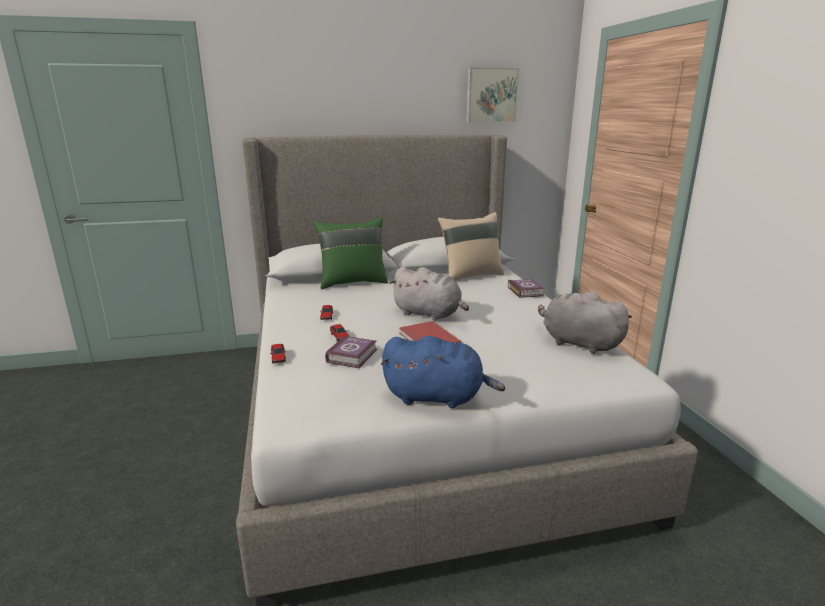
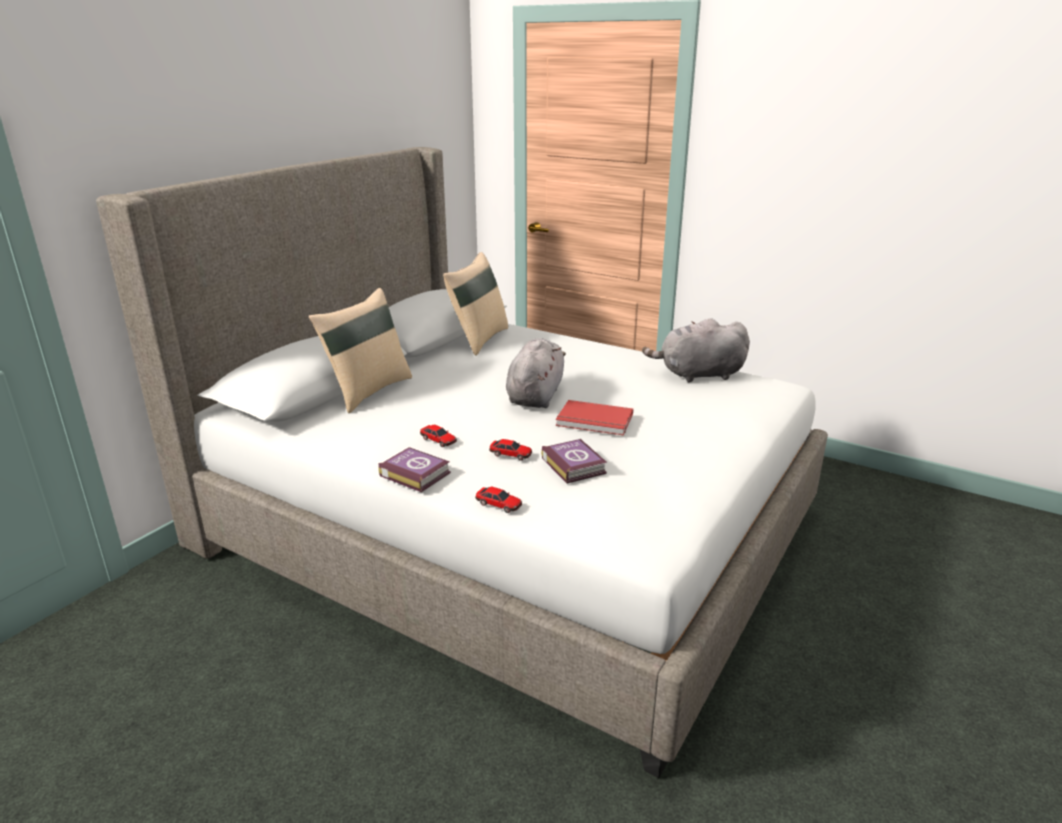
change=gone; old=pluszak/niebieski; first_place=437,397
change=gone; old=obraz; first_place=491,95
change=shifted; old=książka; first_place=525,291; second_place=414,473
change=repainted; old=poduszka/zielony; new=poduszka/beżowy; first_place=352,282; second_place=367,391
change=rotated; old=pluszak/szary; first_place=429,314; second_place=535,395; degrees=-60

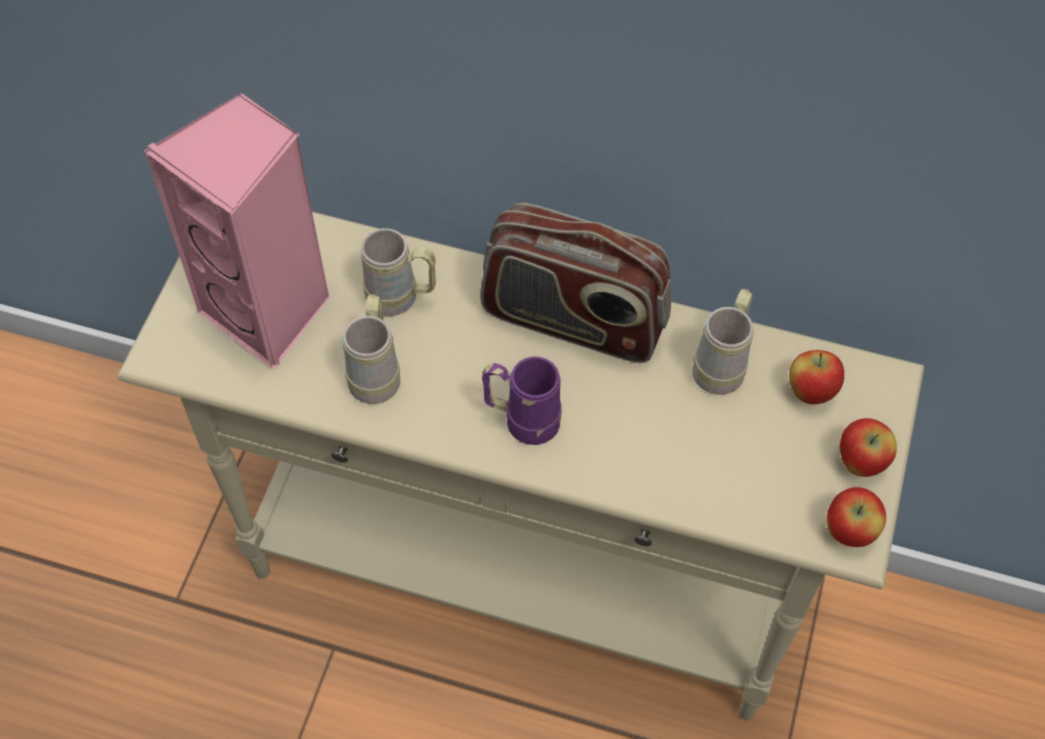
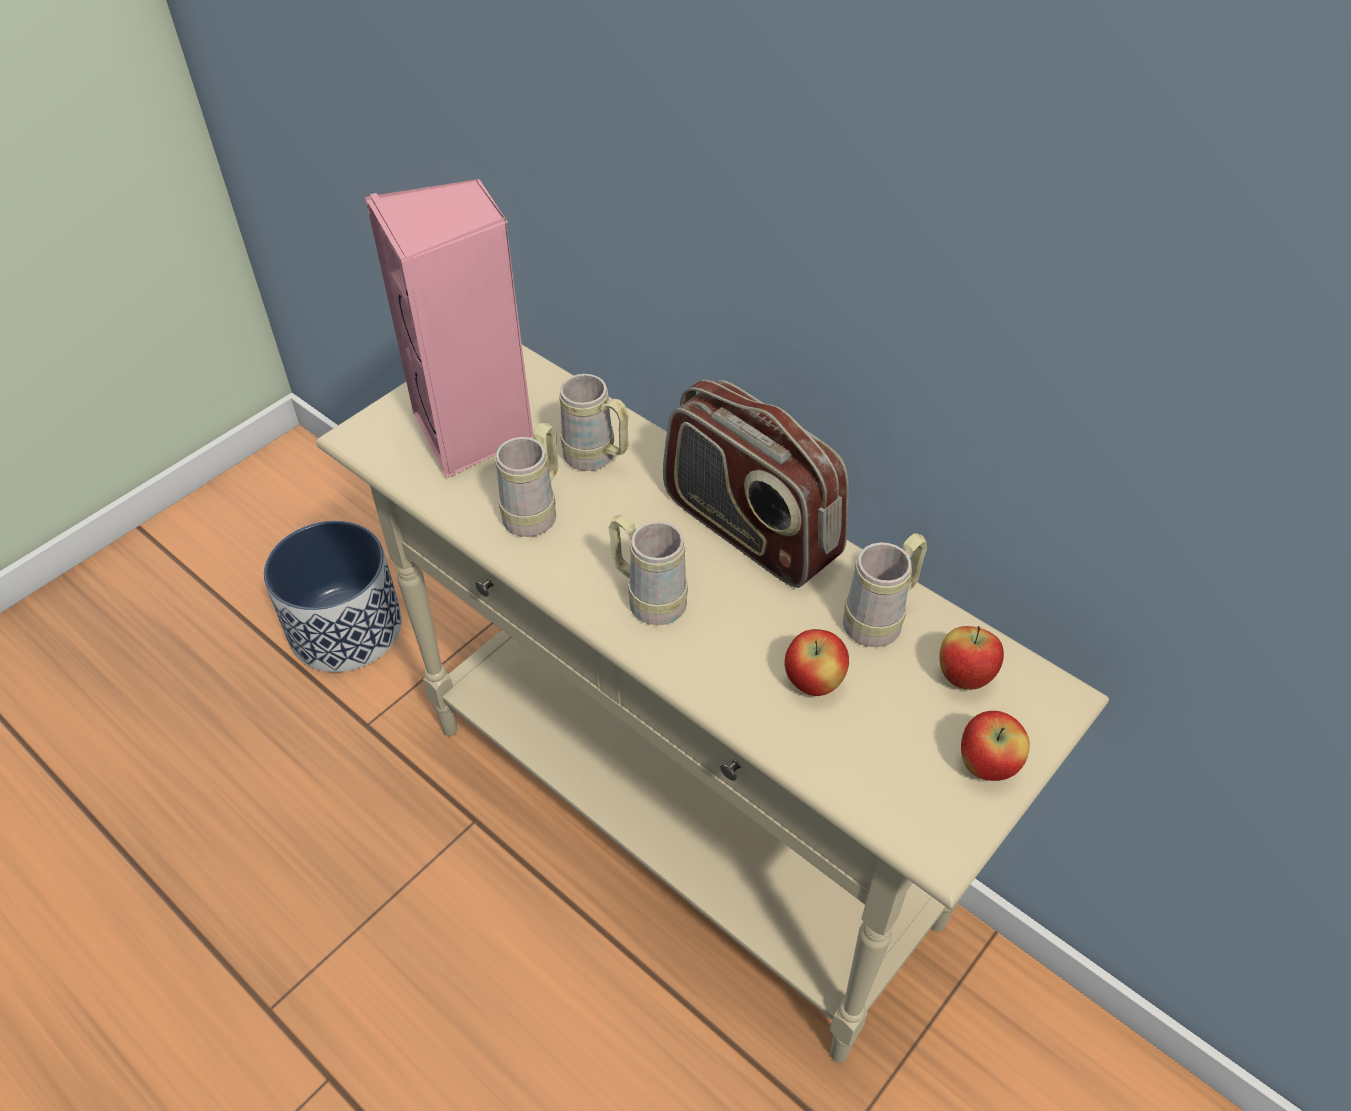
change=new; new=donica; second_place=345,628
change=shifted; old=jabłko; first_place=849,531; second_place=814,682
change=repainted; old=kubek/fioletowy; new=kubek/beżowy; first_place=522,419; second_place=648,598

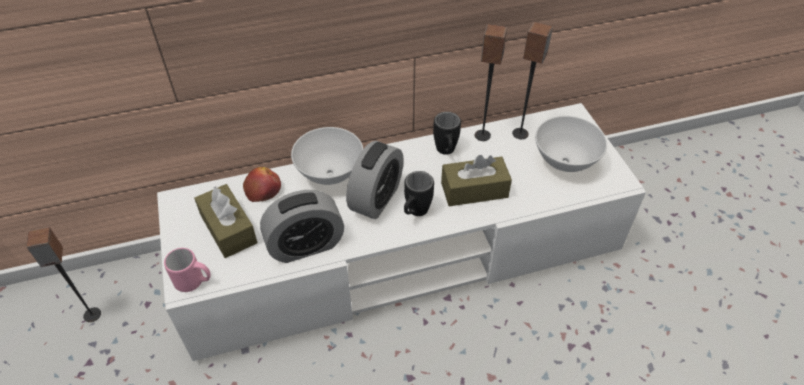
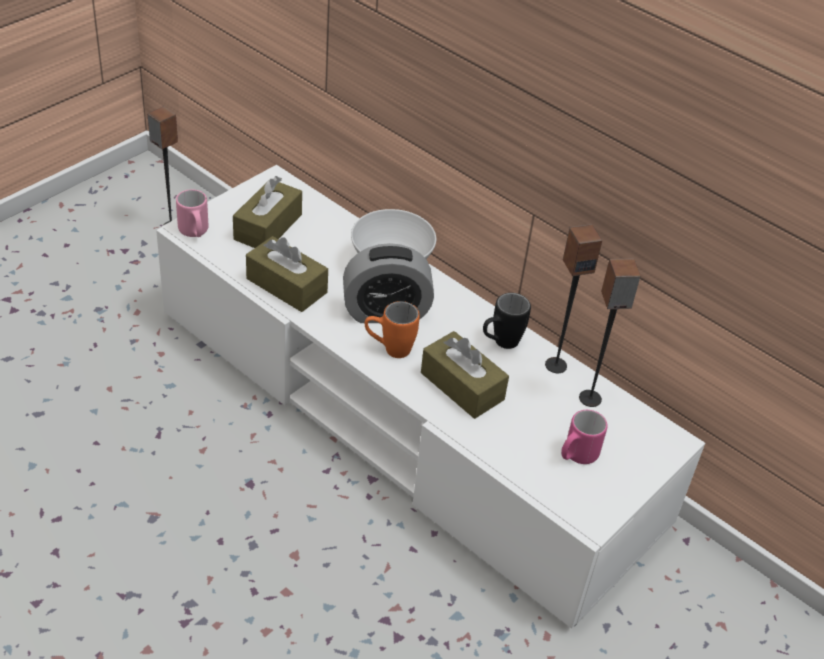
change=gone; old=jabłko; first_place=263,189
change=swapped; old=budzik; new=pudełko chusteczek/brązowy; first_place=305,245; second_place=286,285
change=swapped; old=miska/biały; new=kubek/różowy; first_place=565,163; second_place=576,455
change=repainted; old=kubek/czarny; new=kubek/pomarańczowy; first_place=415,213; second_place=389,349

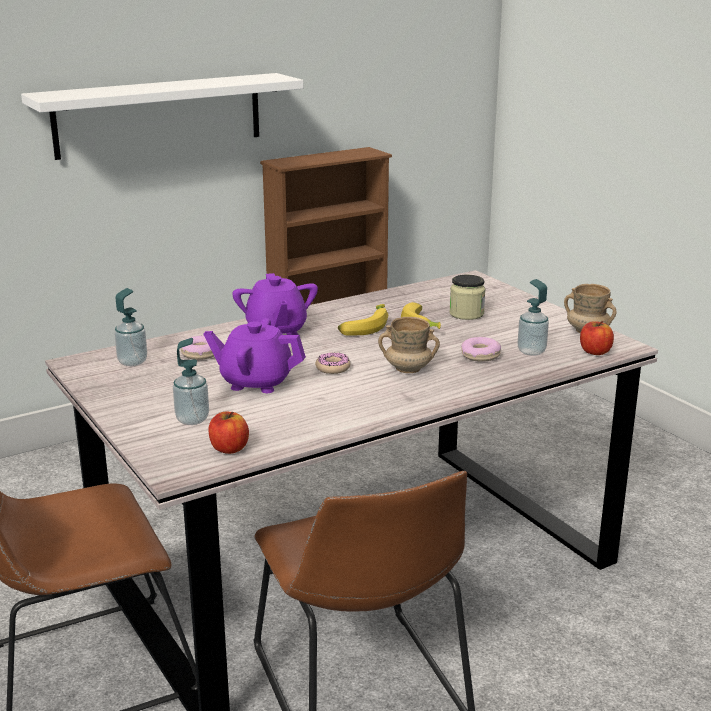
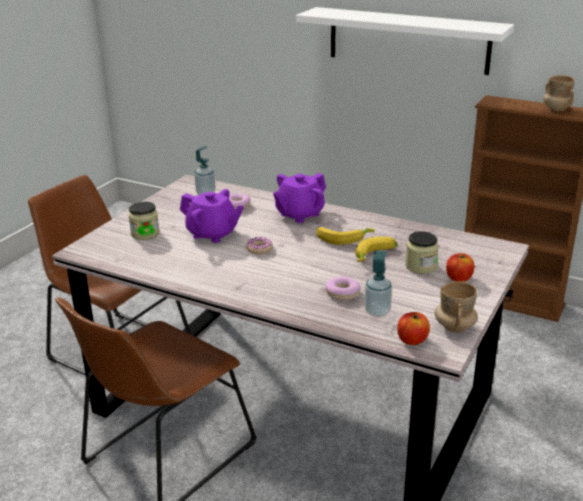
change=shifted; old=jabłko; first_place=229,448; second_place=458,278
change=shifted; old=kubek/beżowy; first_place=408,369; second_place=556,109
change=swapped; old=dozownik mydła; new=słoik; first_place=192,419; second_place=145,234
change=rotated; old=imbryk/fioletowy; first_place=256,382; second_place=212,234; degrees=135

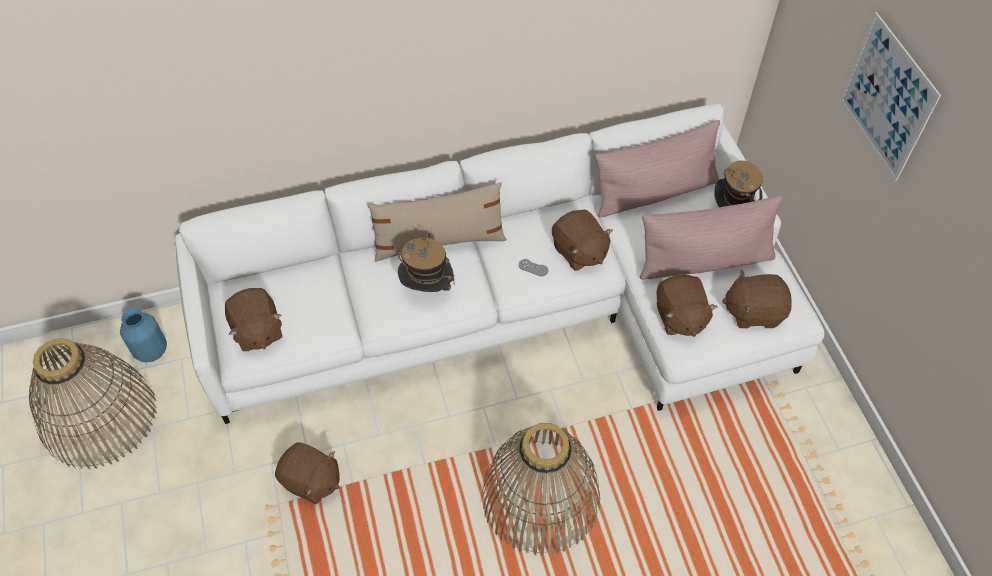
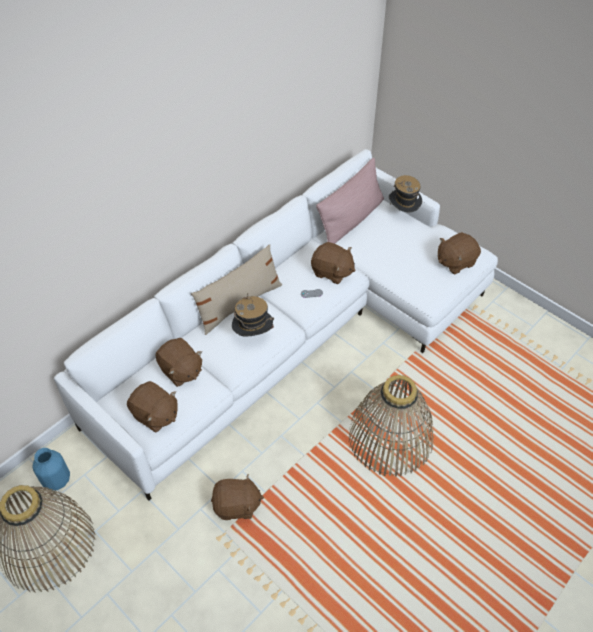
change=gone; old=poduszka/różowy; first_place=704,261
change=gone; old=obraz; first_place=887,97
change=shifted; old=pluszak/brązowy; first_place=679,317; second_place=181,371

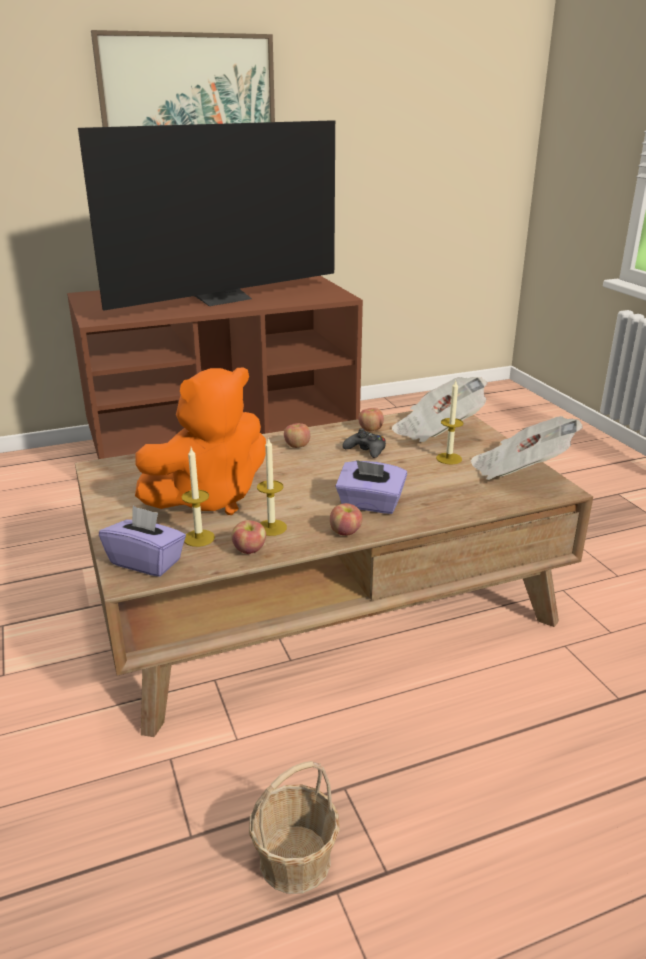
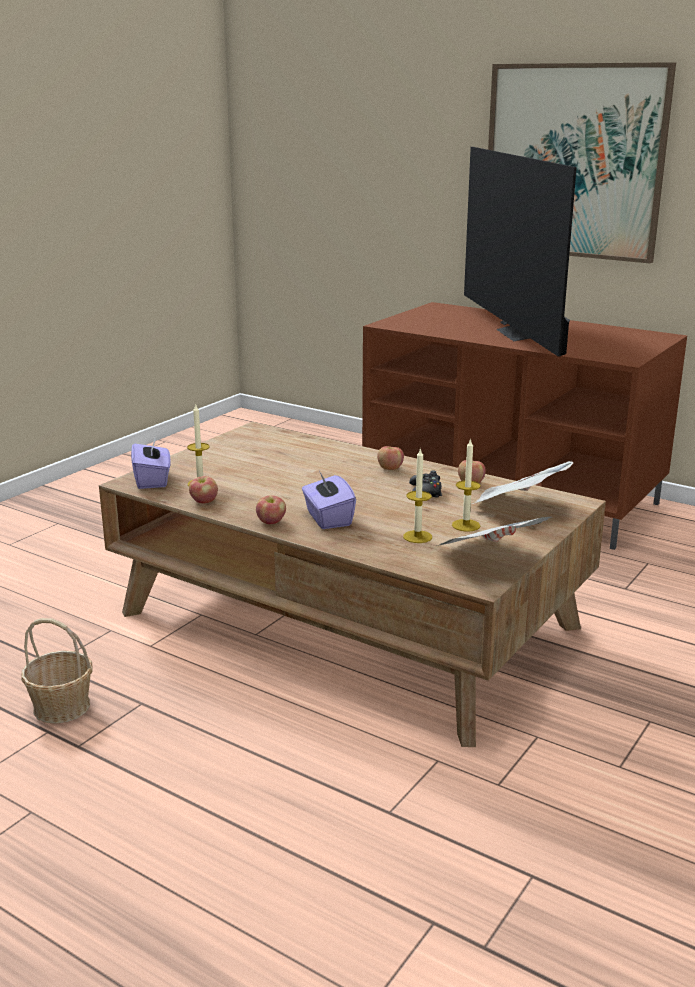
change=gone; old=pluszak/pomarańczowy; first_place=209,498
change=shifted; old=świeca; first_place=271,527; second_place=417,537
change=rotated; old=telewizor; first_place=223,299; second_place=521,334; degrees=60

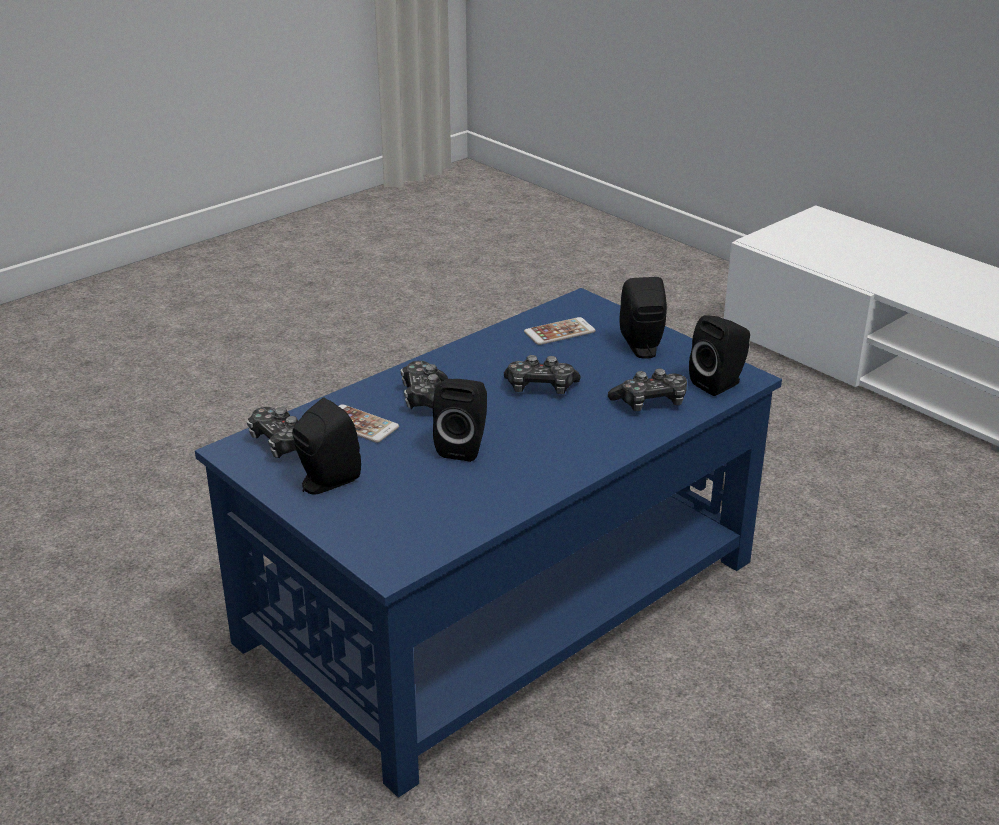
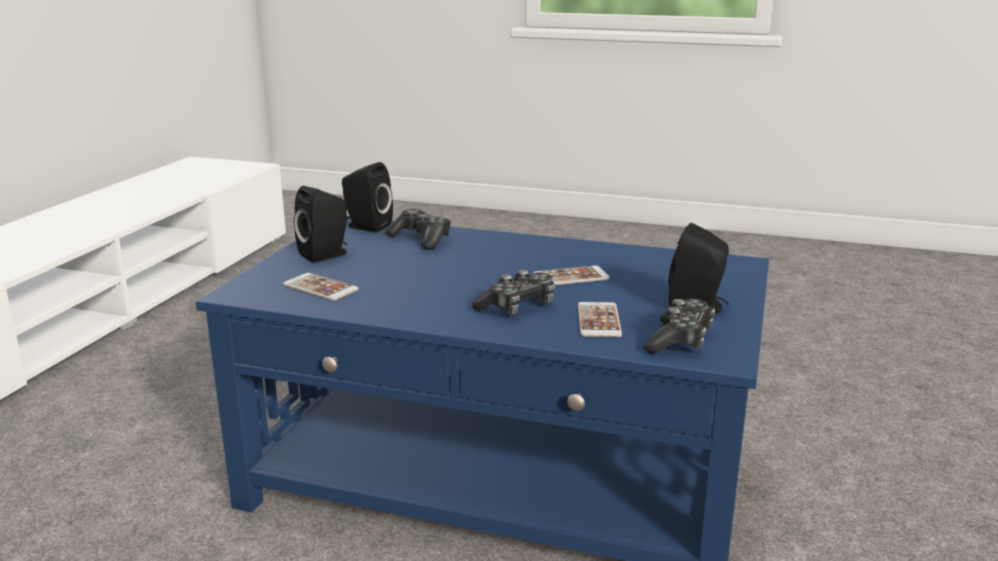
change=gone; old=pad do gier; first_place=540,388
change=swapped; old=głośnik/czarny; new=telefon; first_place=464,446; second_place=570,277

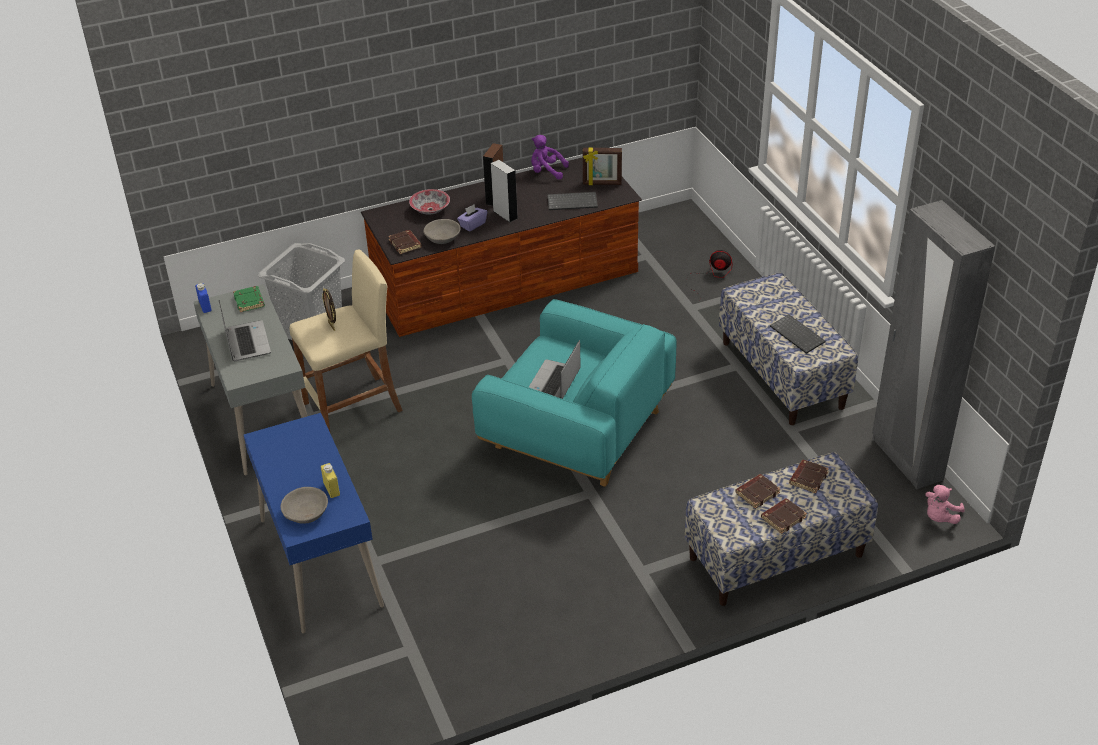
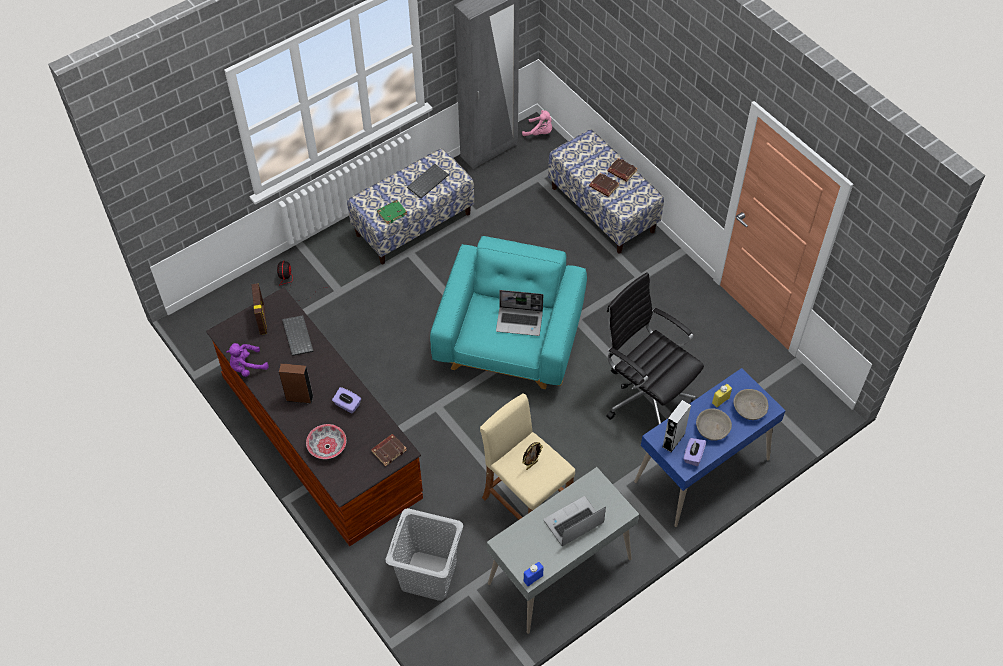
change=gone; old=książka/brązowy; first_place=808,478
change=new; new=krzesło biurowe/czarny; second_place=646,395
change=new; new=pudełko chusteczek/fioletowy; second_place=693,456
change=shifted; old=książka/zielony; first_place=250,301; second_place=392,213
change=shifted; old=miska/szary; first_place=442,238; second_place=712,429
change=shifted; old=głośnik/szary; first_place=505,214; second_place=673,440
change=rotated; old=pluszak/fioletowy; first_place=546,171; second_place=247,367; degrees=60

